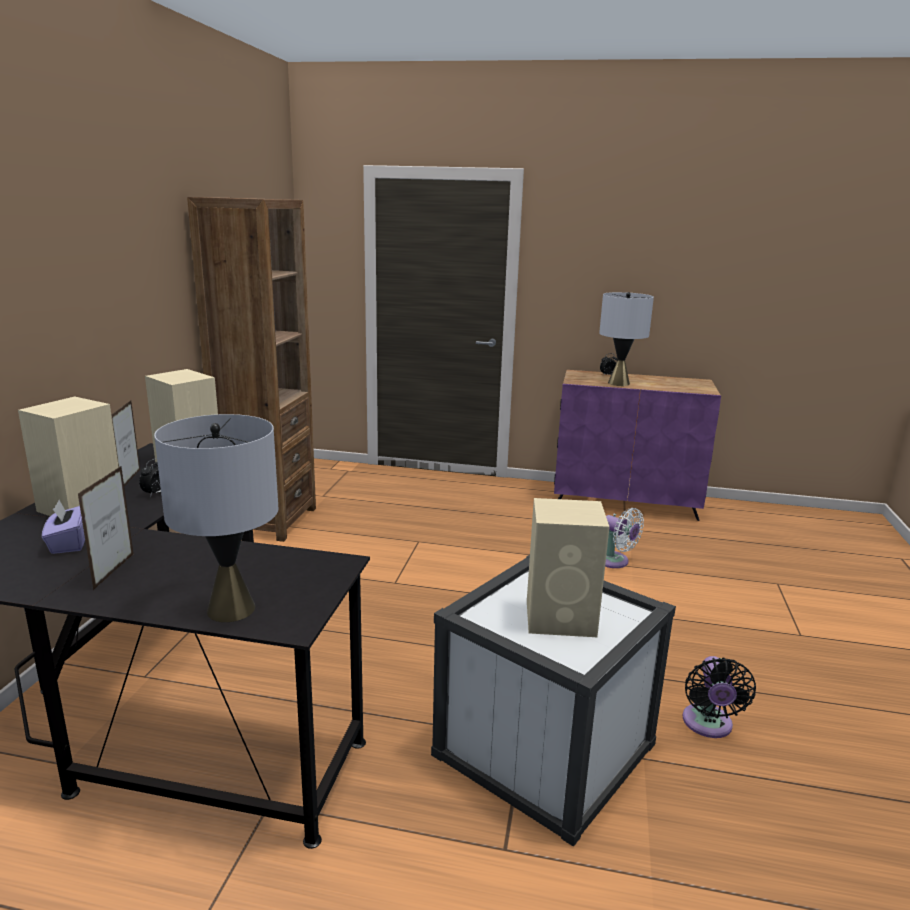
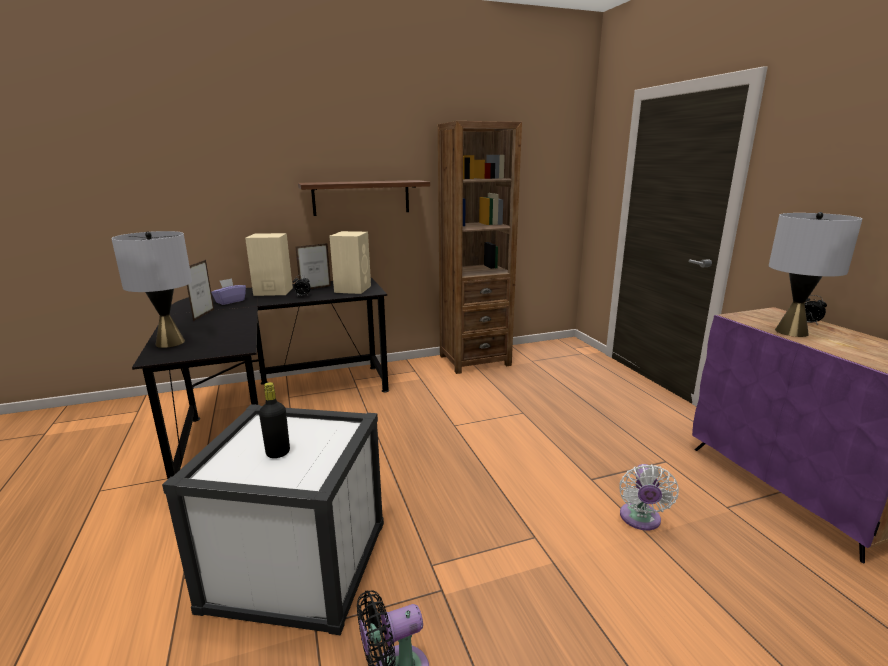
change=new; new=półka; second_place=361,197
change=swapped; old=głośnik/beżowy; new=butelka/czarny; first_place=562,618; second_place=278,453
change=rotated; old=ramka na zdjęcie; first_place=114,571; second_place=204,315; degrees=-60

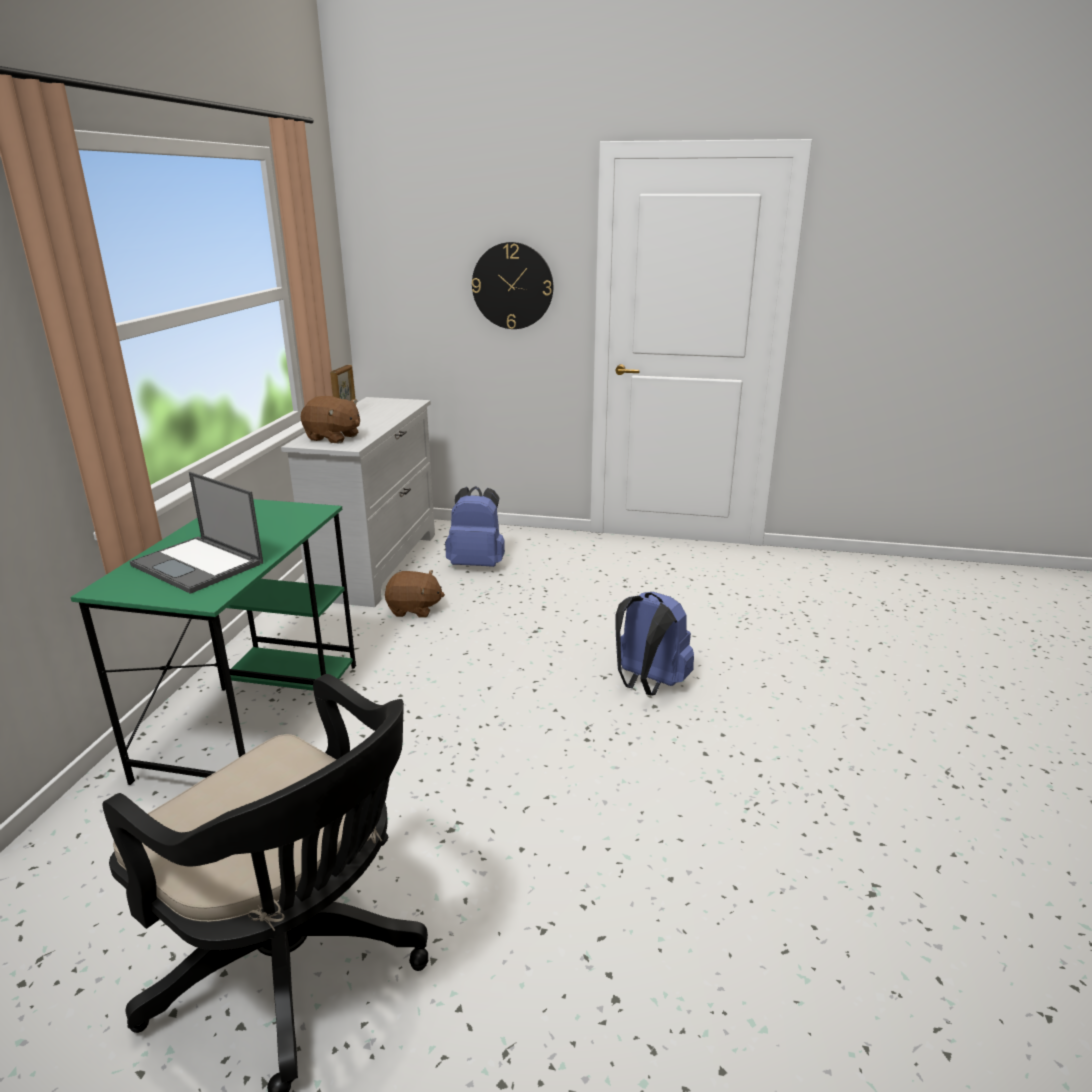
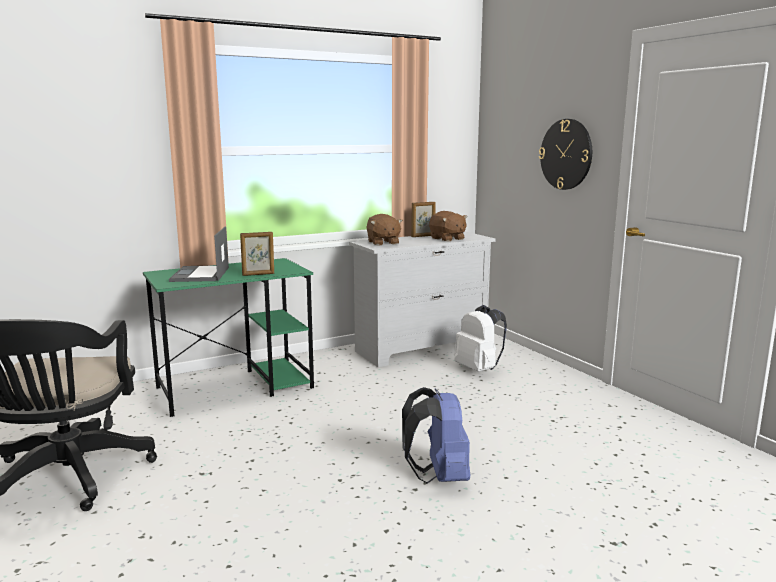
change=new; new=ramka na zdjęcie; second_place=258,274
change=shifted; old=pluszak/brązowy; first_place=414,609; second_place=447,239
change=repainted; old=plecak/niebieski; new=plecak/biały; first_place=477,564; second_place=479,369

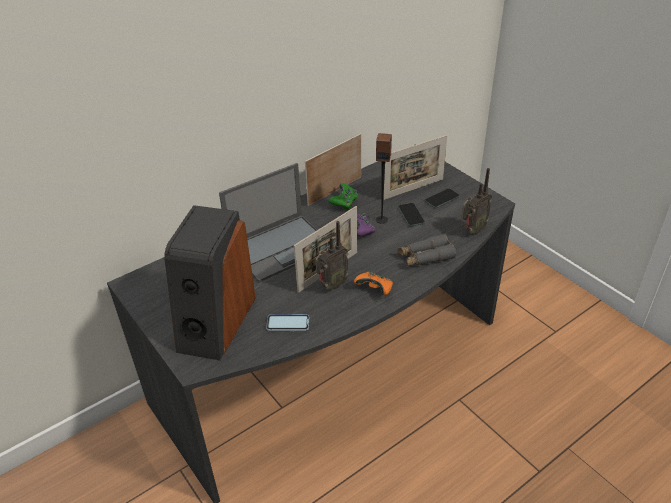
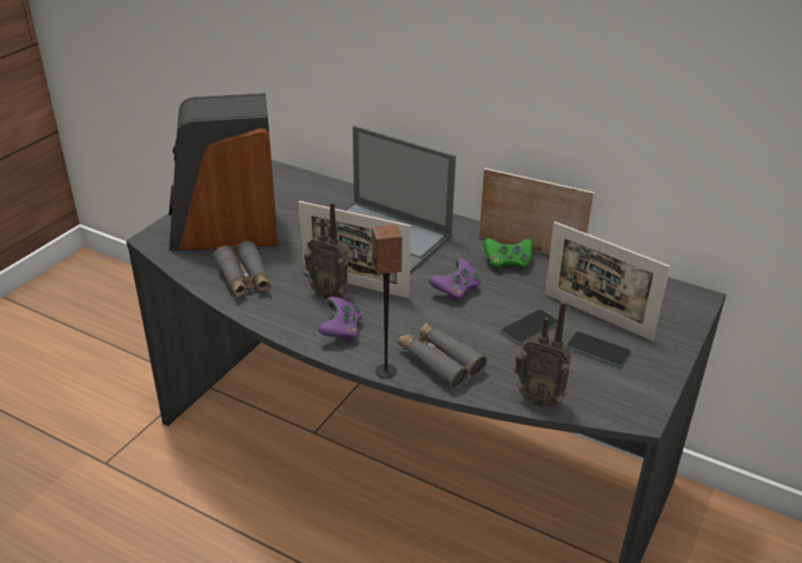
change=shifted; old=głośnik; first_place=381,219; second_place=386,371
change=swapped; old=telefon; new=lornetka/szary; first_place=288,324; second_place=244,279
change=repainted; old=pad do gier/pomarańczowy; new=pad do gier/fioletowy; first_place=375,289; second_place=341,331

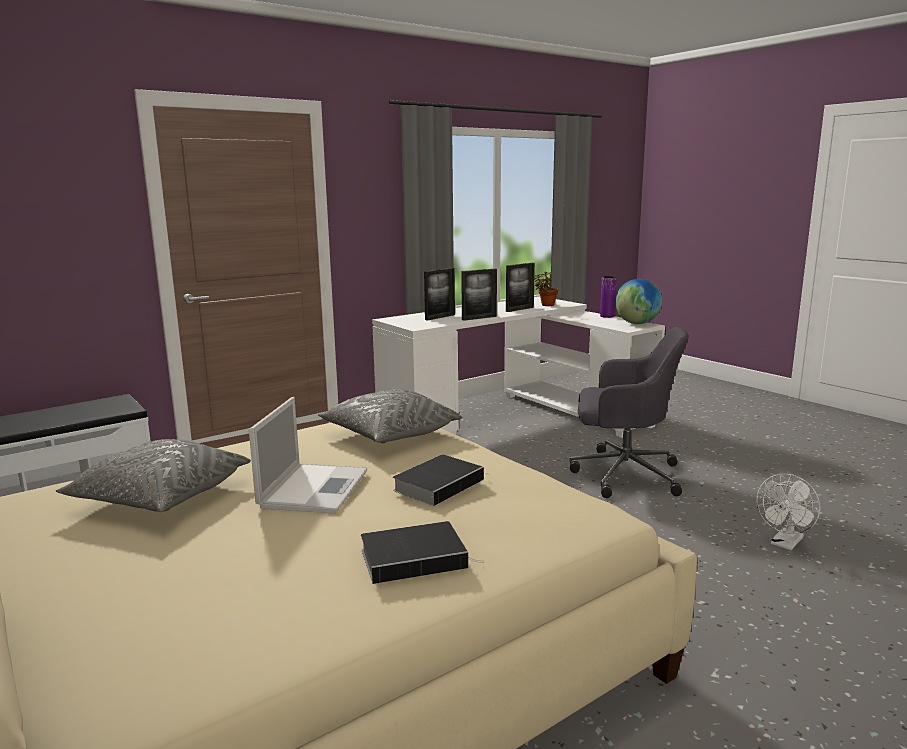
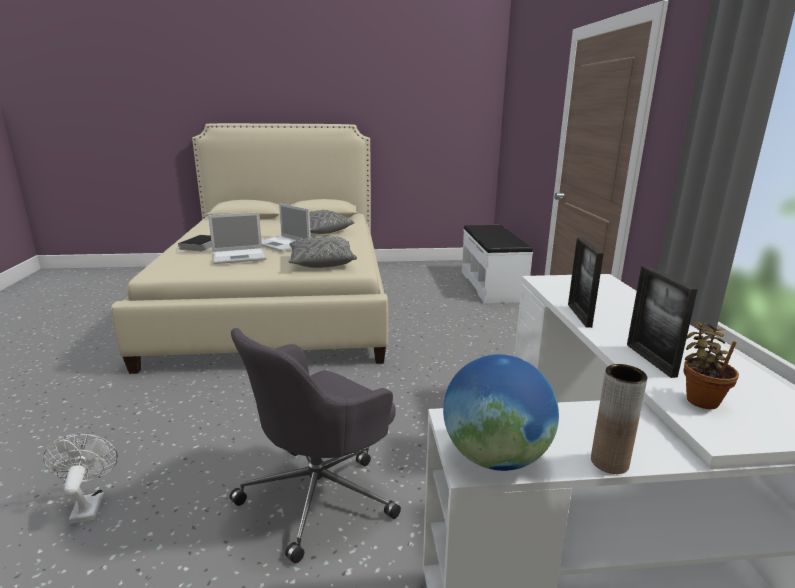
change=gone; old=ramka na zdjęcie; first_place=440,317
change=swapped; old=książka; new=laptop; first_place=440,484; second_place=240,256
change=repainted; old=wazon/fioletowy; new=wazon/brązowy; first_place=607,316; second_place=609,462

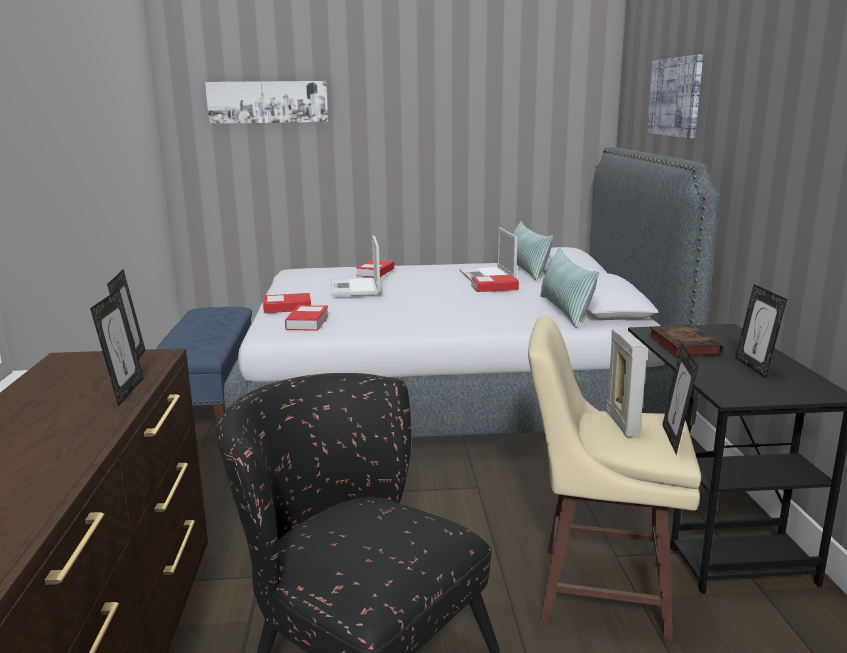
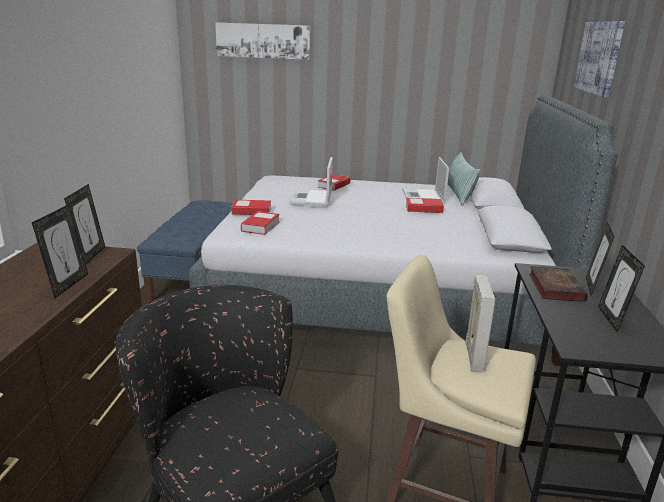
change=gone; old=poduszka; first_place=565,310
change=shifted; old=ramka na zdjęcie; first_place=674,439; second_place=592,287

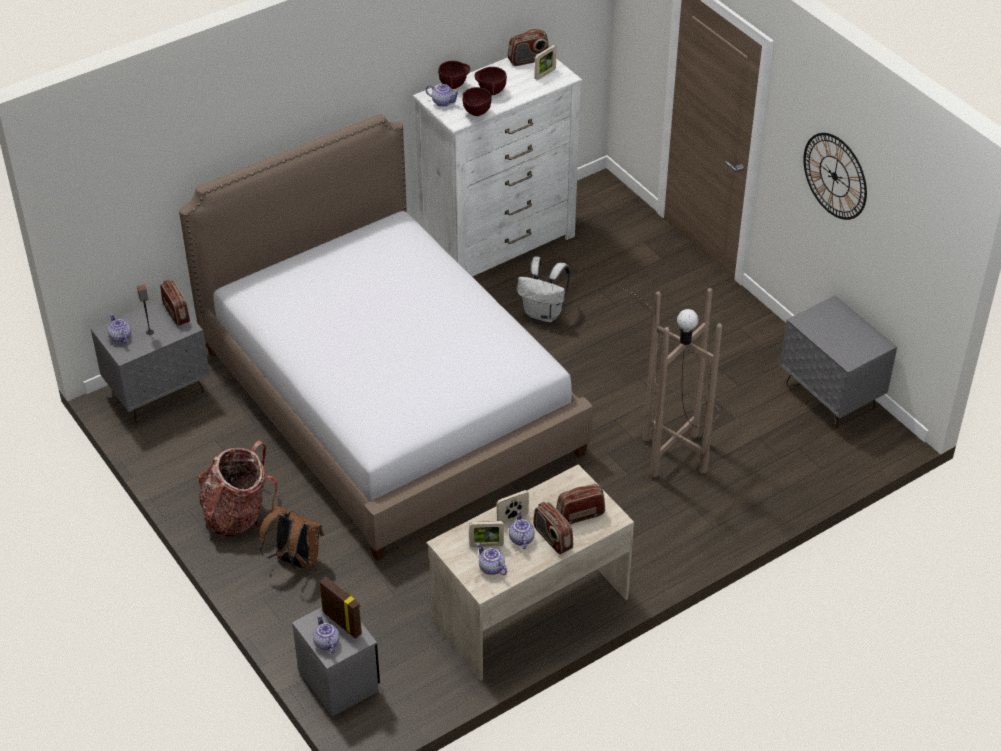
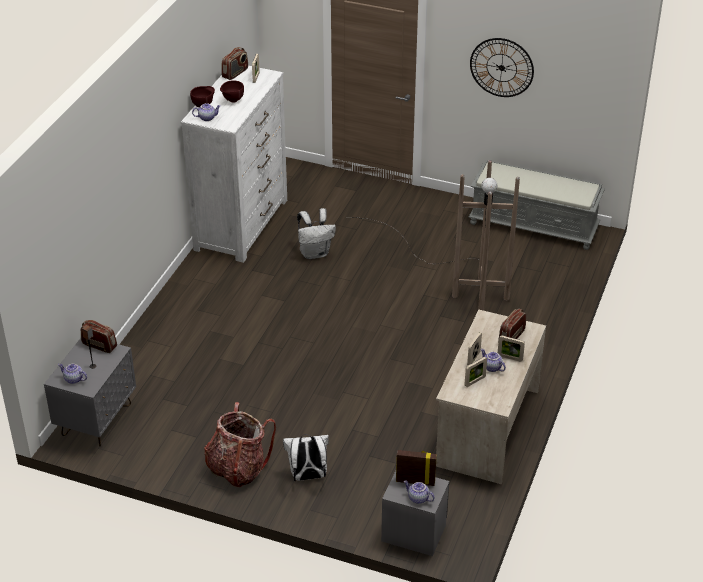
change=gone; old=łóżko; first_place=390,401
change=gone; old=miska/brązowy; first_place=476,114
change=gone; old=imbryk; first_place=491,568
change=swapped; old=radio; new=ramka na zdjęcie; first_place=552,538; second_place=510,358
change=swapped; old=szafka nocna/szary; new=ławka/szary; first_place=830,397; second_place=534,225
change=repainted; old=plecak/brązowy; new=plecak/biały; first_place=295,560; second_place=308,476

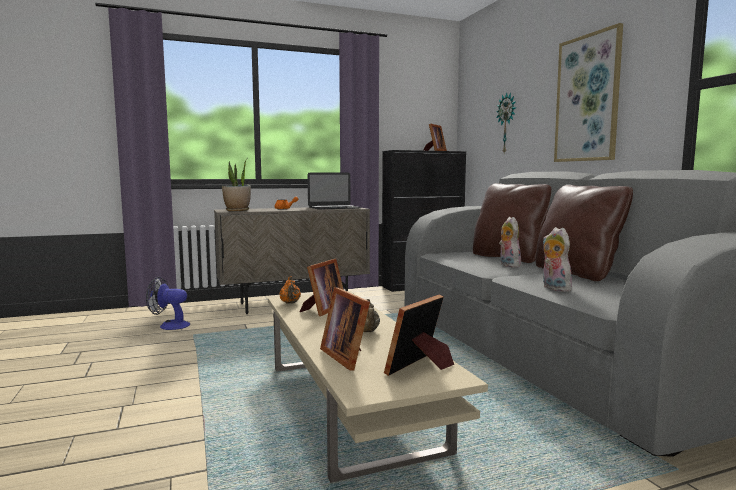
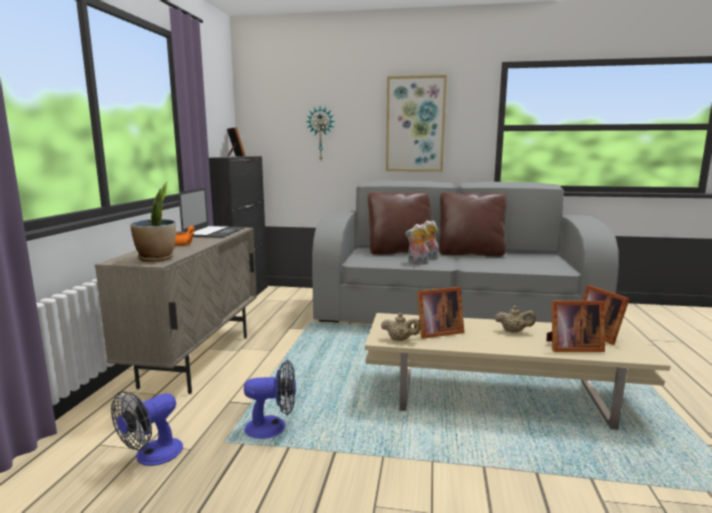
change=new; new=wentylator; second_place=273,427
change=shifted; old=pluszak; first_place=554,288; second_place=417,263
change=repainted; old=imbryk/pomarańczowy; new=imbryk/beżowy; first_place=290,303; second_place=400,339
change=rotated; old=ramka na zdjęcie; first_place=323,309; second_place=436,332; degrees=105

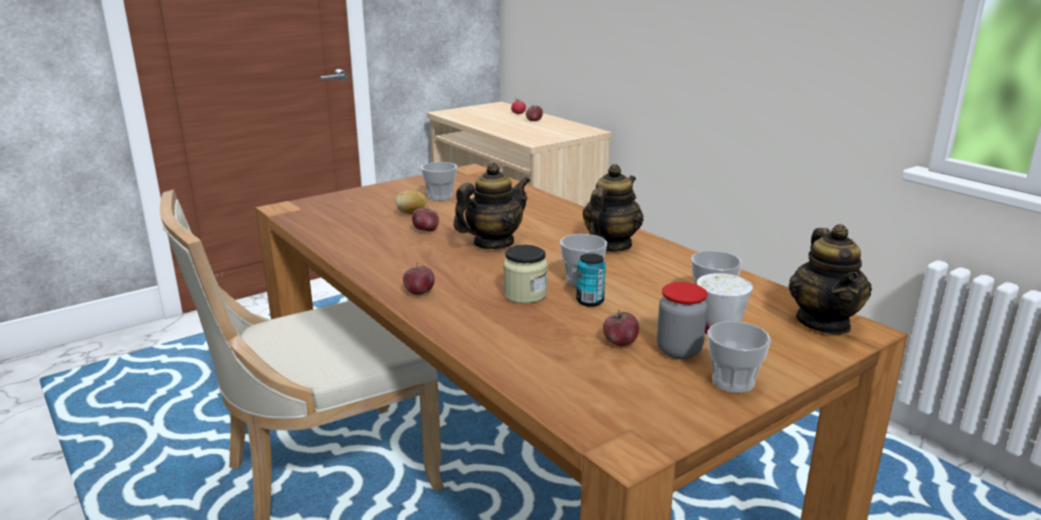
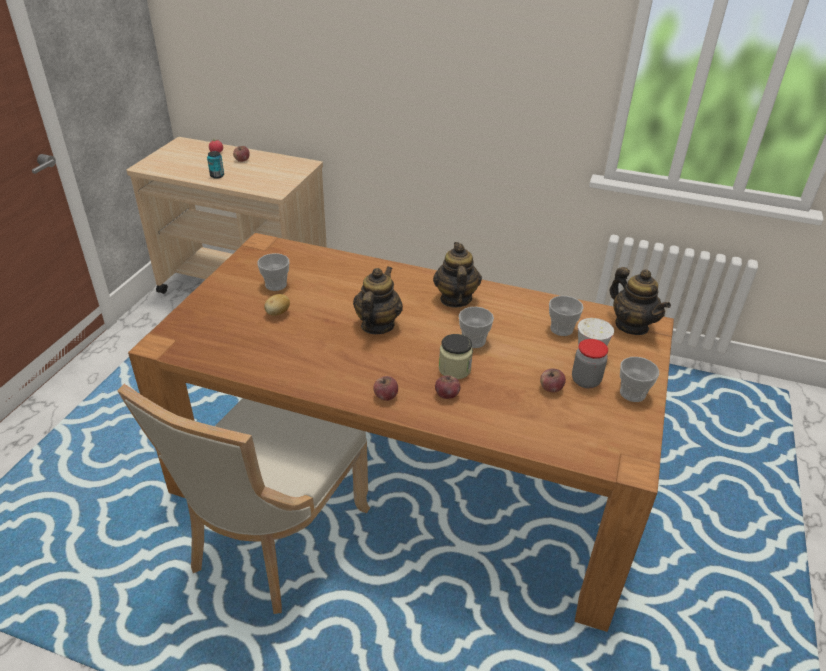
change=shifted; old=jabłko; first_place=426,230; second_place=447,395
change=shifted; old=puszka; first_place=590,301; second_place=217,176

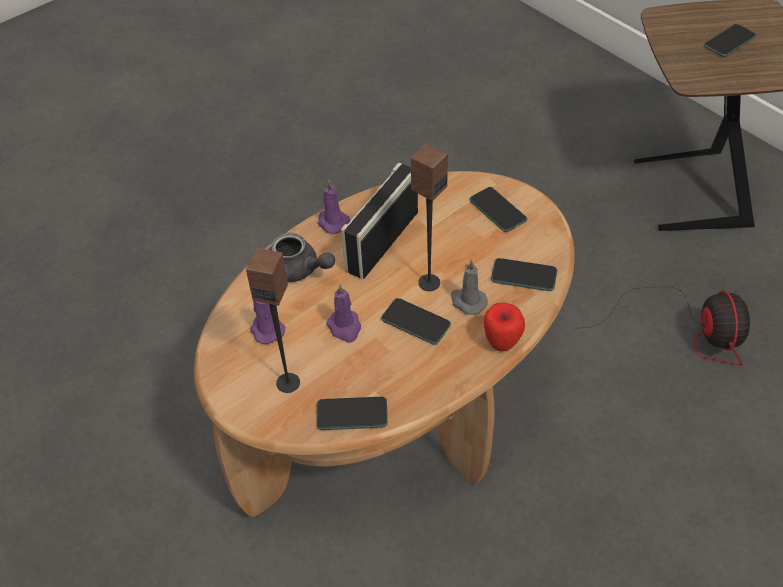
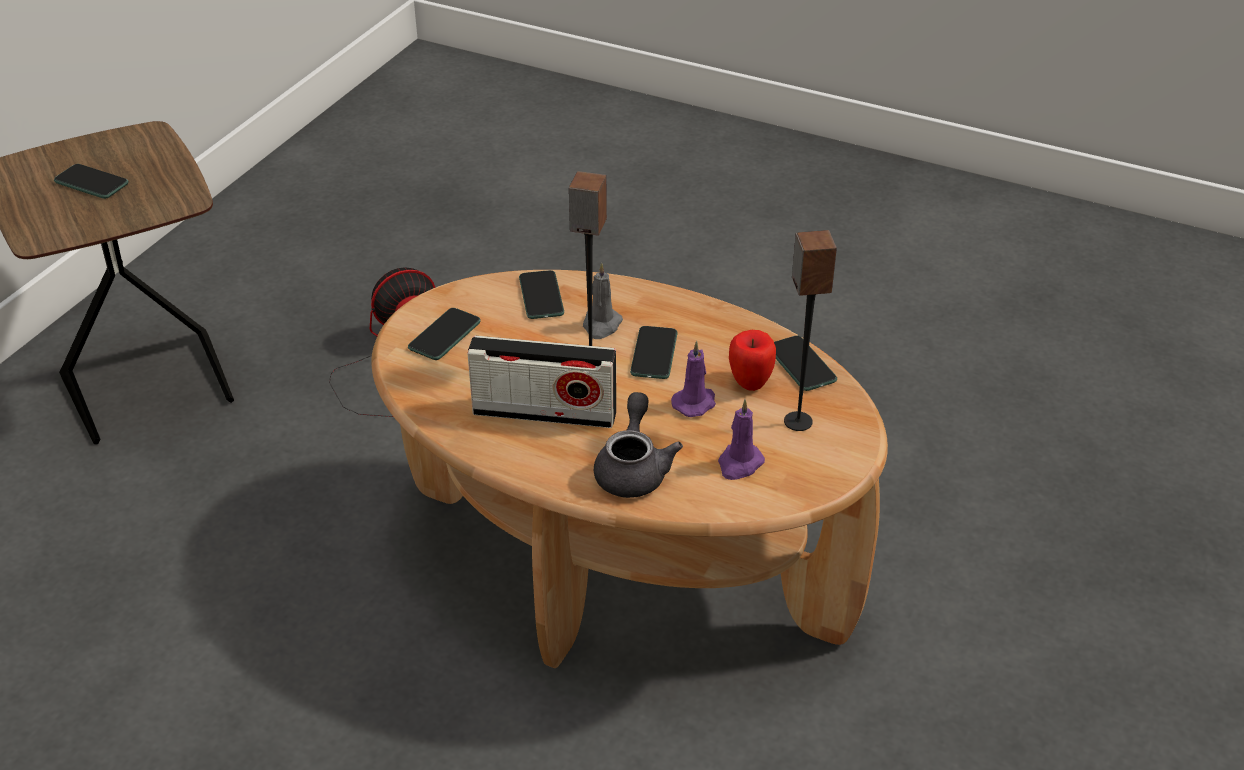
change=gone; old=świeca/fioletowy; first_place=332,222
change=shifted; old=jabłko; first_place=502,343; second_place=750,383

